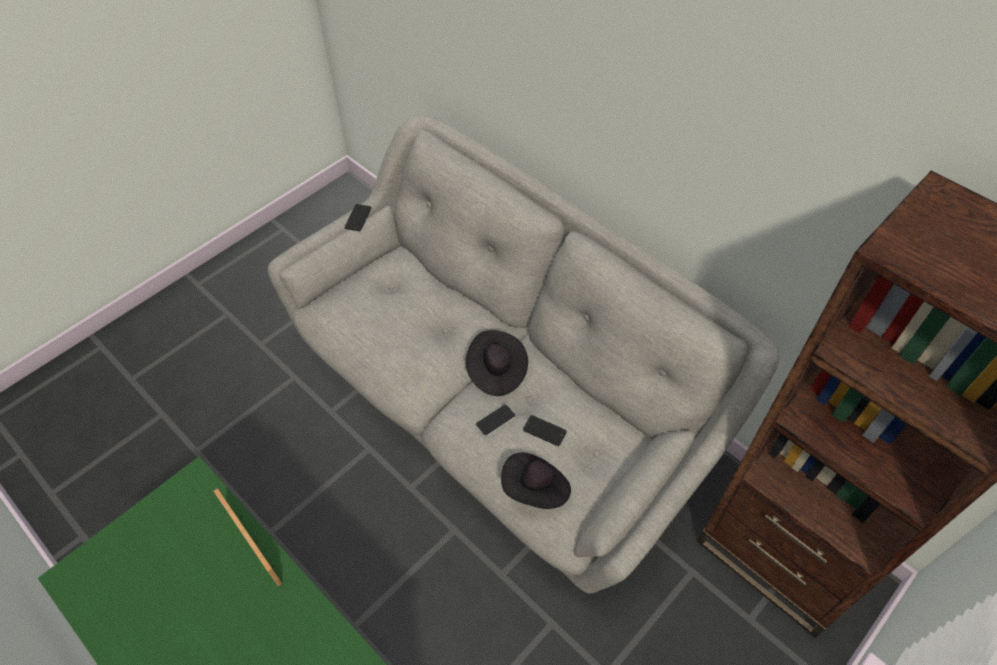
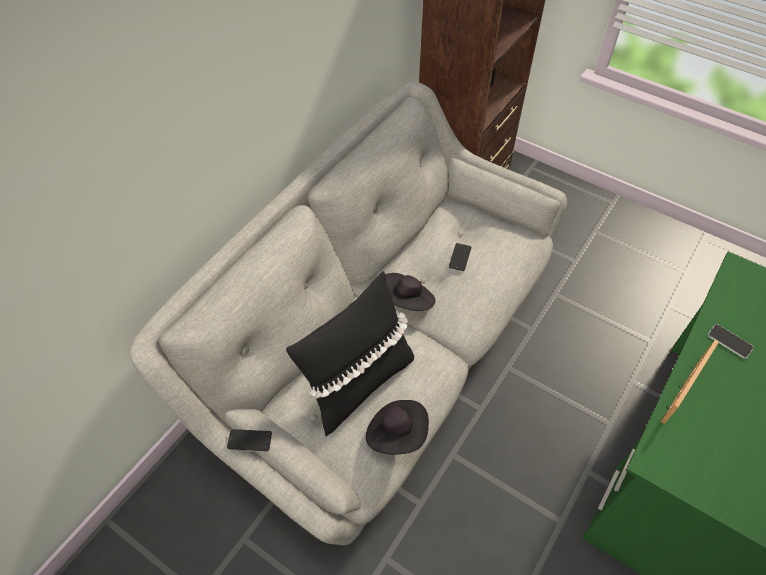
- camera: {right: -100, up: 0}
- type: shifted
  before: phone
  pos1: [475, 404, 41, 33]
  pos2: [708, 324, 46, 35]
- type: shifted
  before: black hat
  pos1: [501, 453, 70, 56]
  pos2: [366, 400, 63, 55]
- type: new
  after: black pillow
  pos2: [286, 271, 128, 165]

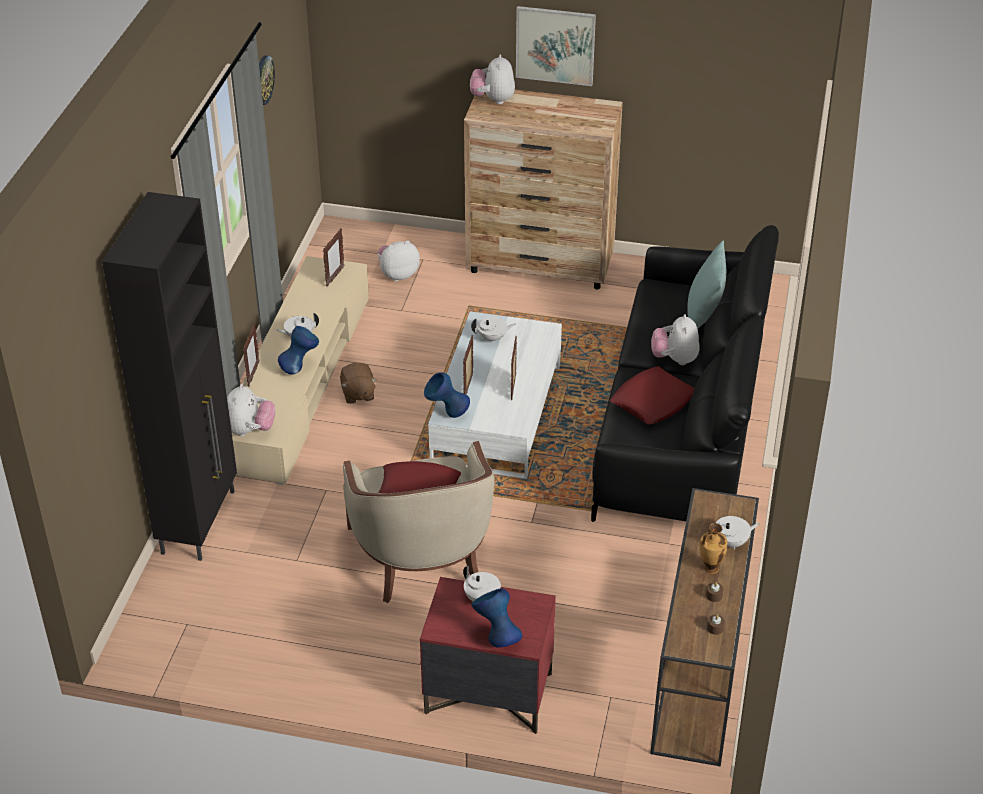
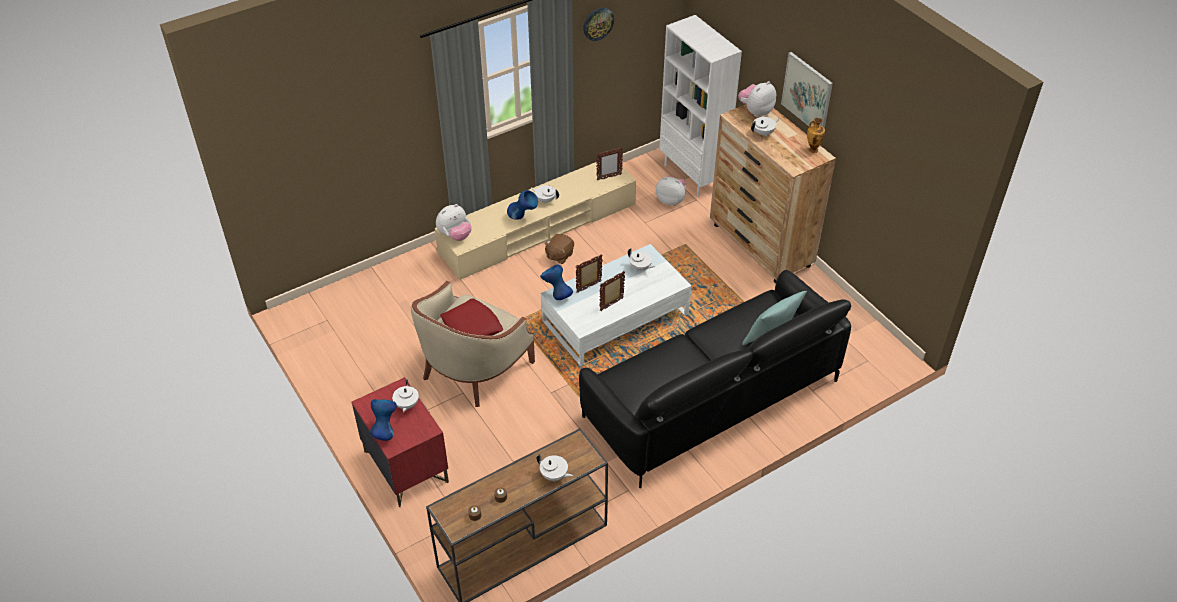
- camera: {right: 45, up: 5}
- type: gone
  before: black cabinet
  pos1: [102, 192, 135, 369]
- type: gone
  before: picture frame
  pos1: [243, 323, 17, 64]
- type: gone
  before: red pillow
  pos1: [610, 366, 84, 59]
- type: gone
  before: plush toy
  pos1: [651, 314, 48, 51]
- type: shifted
  before: vase
  pos1: [700, 523, 28, 51]
  pos2: [807, 118, 18, 35]
- type: new
  after: white bookcase
  pos2: [659, 15, 83, 182]
- type: new
  after: white teapot
  pos2: [751, 117, 29, 20]

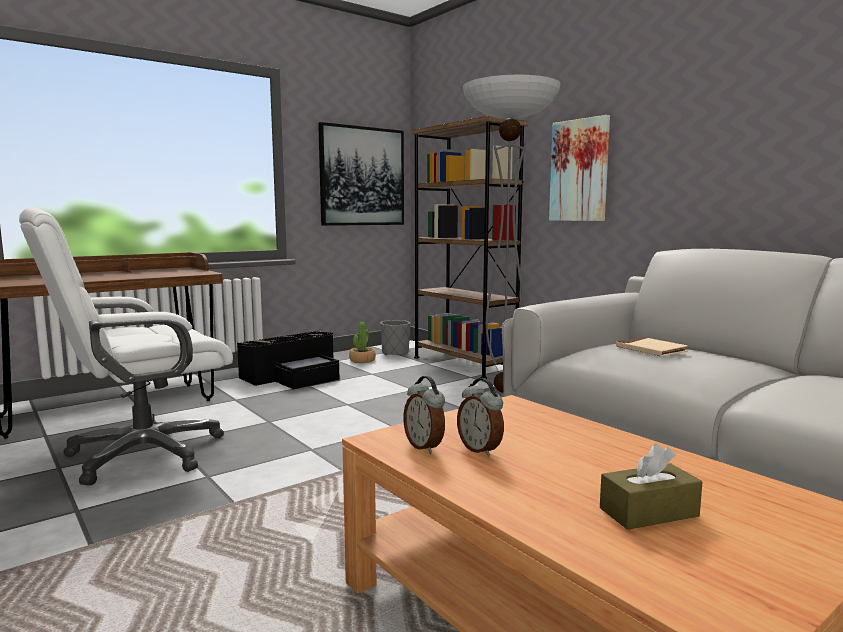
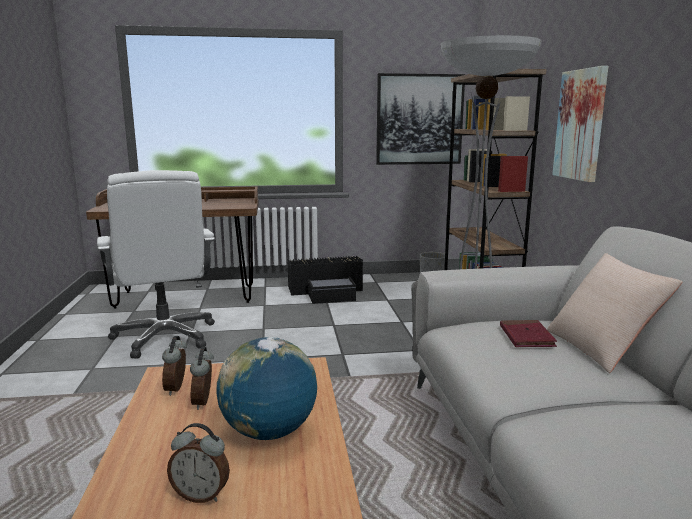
- camera: {right: 30, up: 5}
- type: rotated
  before: white office chair
  pos1: [19, 207, 214, 278]
  pos2: [97, 170, 118, 189]
  turn: -105
- type: gone
  before: potted plant
  pos1: [349, 322, 27, 41]
- type: swapped
  before: brown tissue box
  after: alarm clock
  pos1: [600, 444, 103, 86]
  pos2: [167, 423, 63, 80]
- type: repainted
  before: beige book
  after: red book
  pos1: [616, 337, 72, 19]
  pos2: [500, 320, 57, 27]
- type: new
  after: globe
  pos2: [216, 337, 101, 103]
- type: new
  after: beige pillow
  pos2: [547, 253, 136, 120]

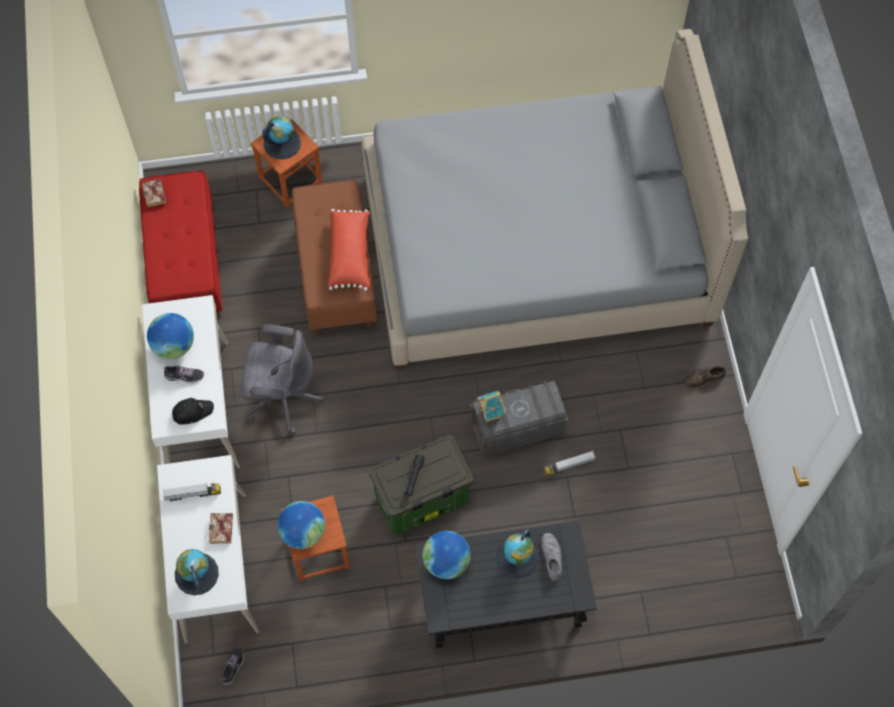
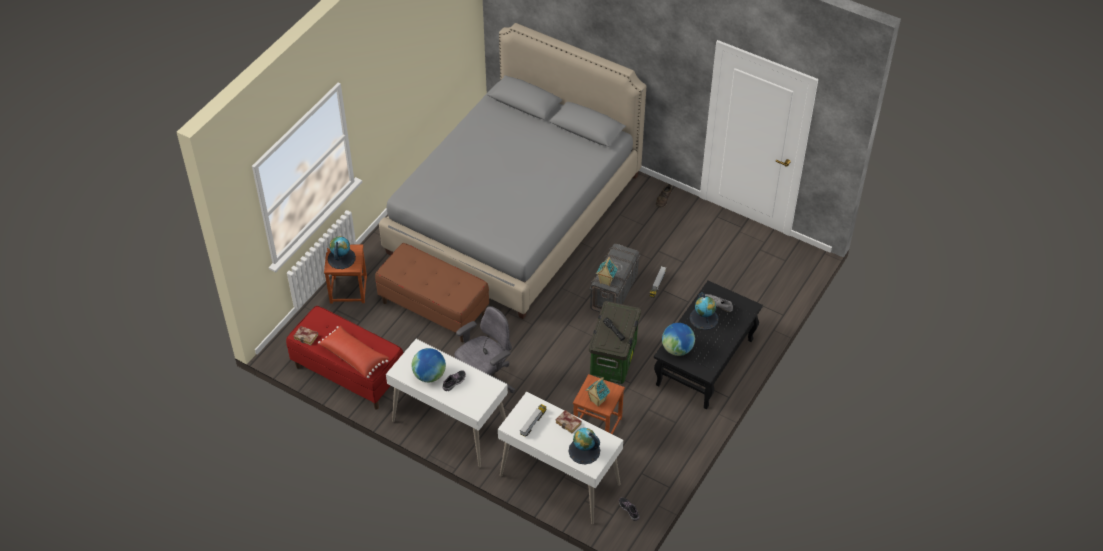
- camera: {right: -50, up: -15}
- type: gone
  before: black cap
  pos1: [172, 398, 42, 27]
- type: swapped
  before: globe
  after: toy house
  pos1: [277, 501, 48, 48]
  pos2: [586, 377, 25, 30]
- type: shifted
  before: red pillow
  pos1: [328, 209, 43, 82]
  pos2: [318, 326, 71, 52]

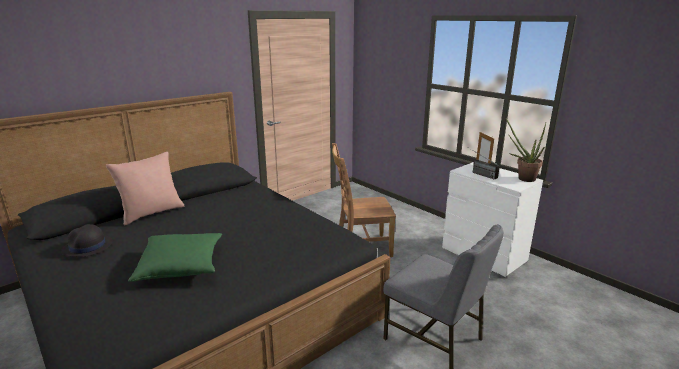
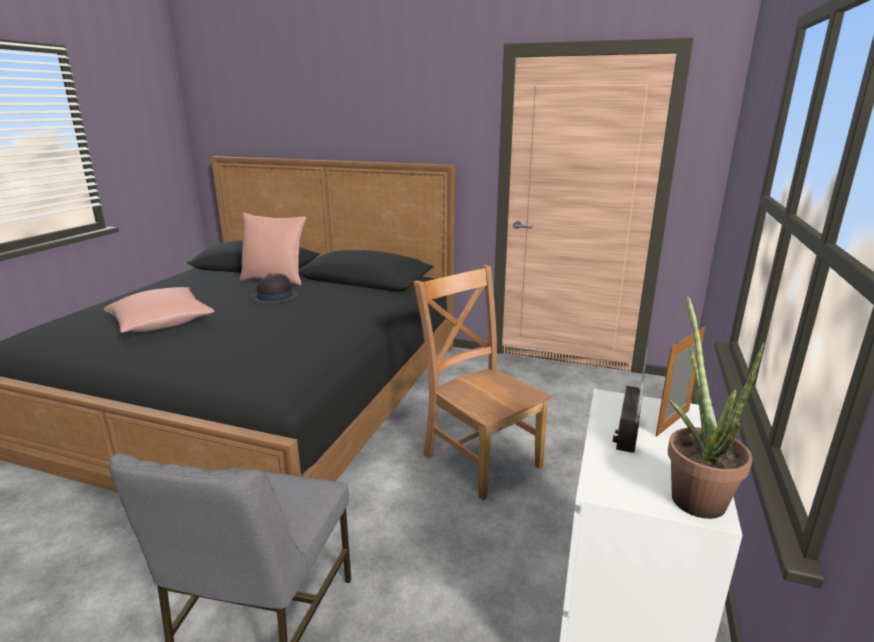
- camera: {right: 60, up: 0}
- type: shifted
  before: black hat
  pos1: [61, 224, 52, 33]
  pos2: [250, 274, 49, 30]
- type: repainted
  before: green pillow
  after: pink pillow
  pos1: [128, 233, 94, 49]
  pos2: [104, 287, 110, 46]

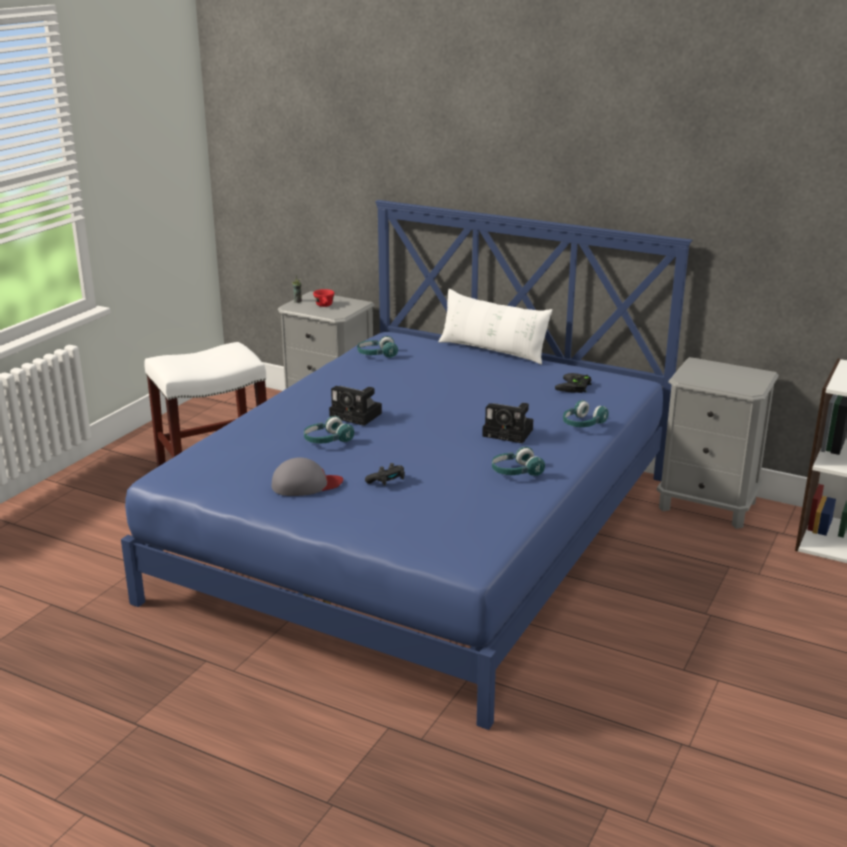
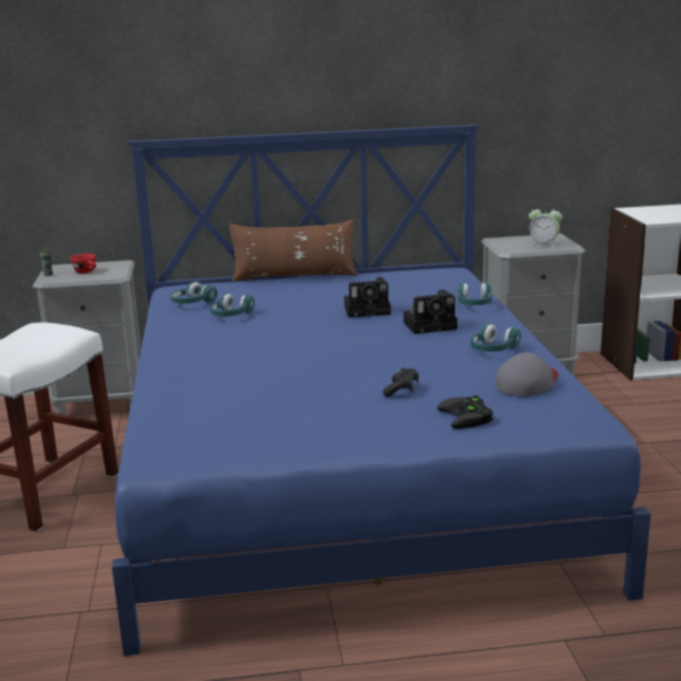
- camera: {right: -35, up: -5}
- type: shifted
  before: grey cap
  pos1: [272, 457, 71, 39]
  pos2: [496, 352, 62, 45]
- type: shifted
  before: turquoise headphones
  pos1: [304, 416, 50, 27]
  pos2: [210, 293, 45, 24]
- type: shifted
  before: photo camera
  pos1: [329, 386, 53, 40]
  pos2: [344, 277, 47, 41]
- type: repainted
  before: white pillow
  after: brown pillow
  pos1: [438, 288, 114, 77]
  pos2: [229, 219, 128, 63]
- type: shifted
  before: black game controller
  pos1: [555, 373, 36, 20]
  pos2: [437, 395, 56, 34]
- type: new
  after: alarm clock
  pos2: [529, 204, 33, 44]

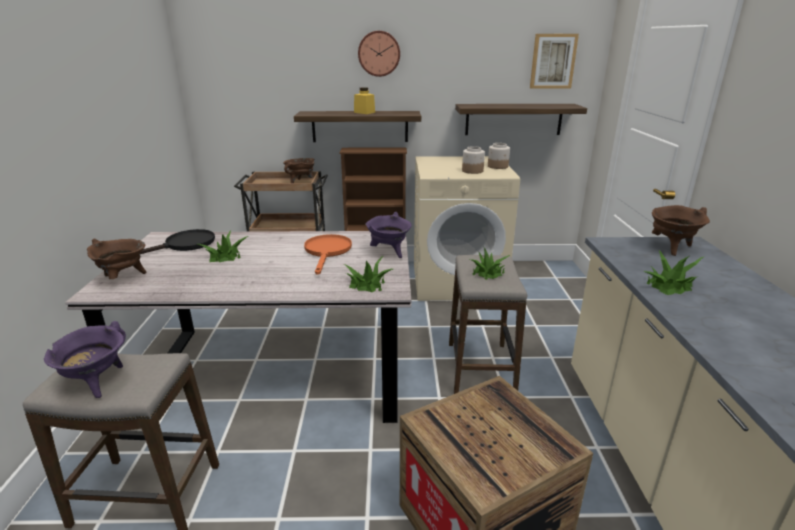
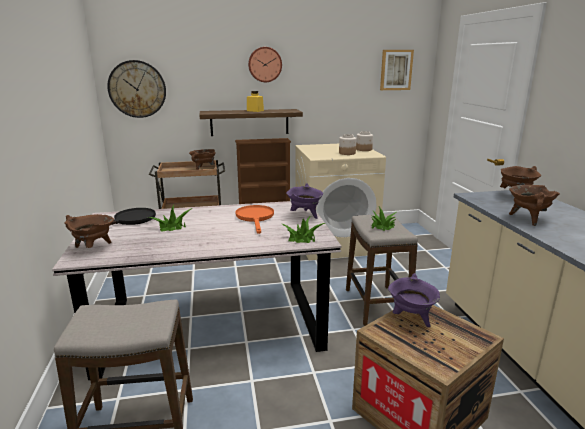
- camera: {right: -10, up: -5}
- type: shifted
  before: purple cooking pot
  pos1: [44, 321, 82, 77]
  pos2: [388, 273, 52, 54]
- type: gone
  before: shelf
  pos1: [455, 104, 132, 31]
- type: swapped
  before: potted plant
  after: brown cooking pot
  pos1: [644, 250, 59, 45]
  pos2: [509, 185, 51, 41]
- type: new
  after: wall clock
  pos2: [107, 60, 59, 58]

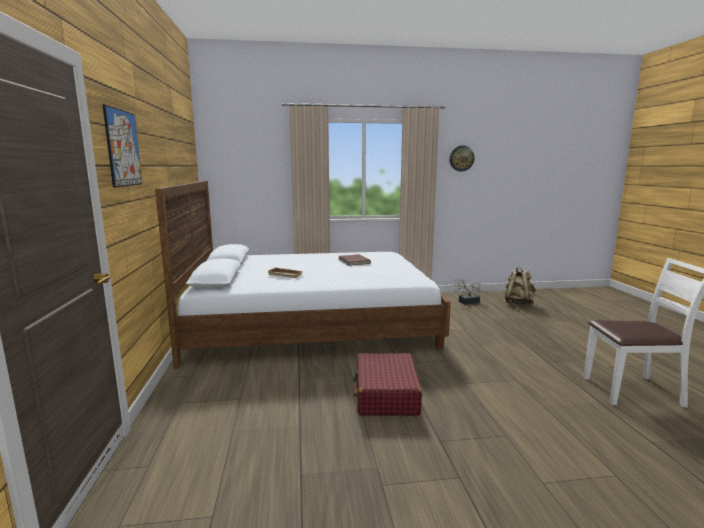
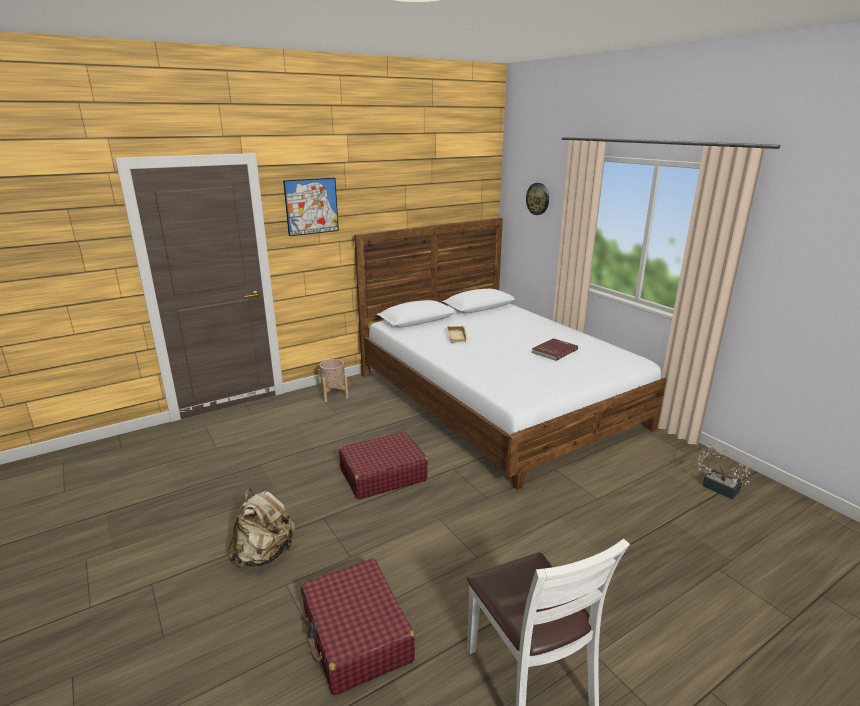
- camera: {right: 65, up: 10}
- type: shifted
  before: wall clock
  pos1: [449, 145, 25, 27]
  pos2: [526, 183, 23, 32]
- type: shifted
  before: beige backpack
  pos1: [505, 267, 31, 38]
  pos2: [228, 488, 67, 80]
- type: new
  after: red suitcase
  pos2: [301, 559, 114, 137]
- type: new
  after: beige planter
  pos2: [318, 359, 30, 43]

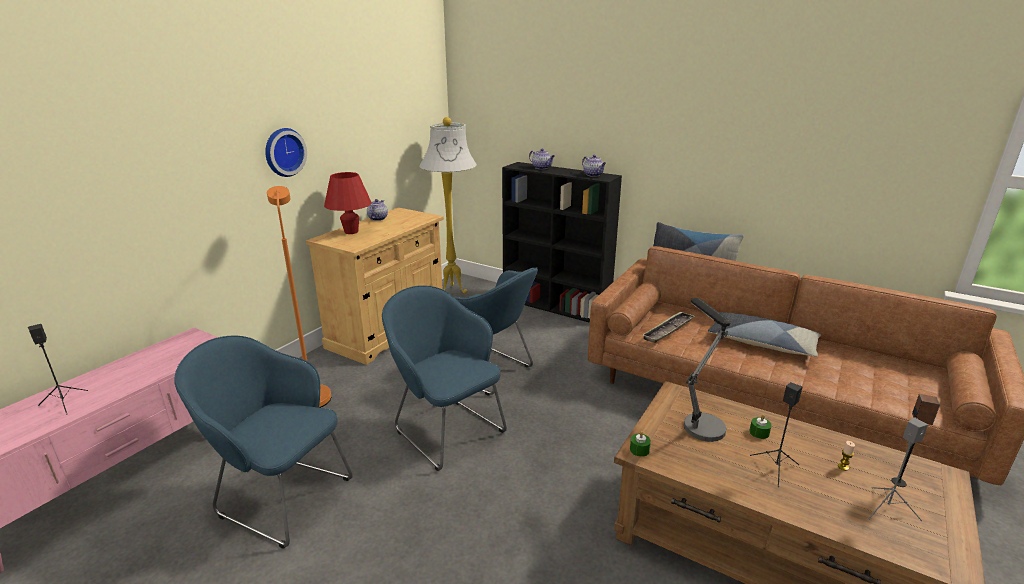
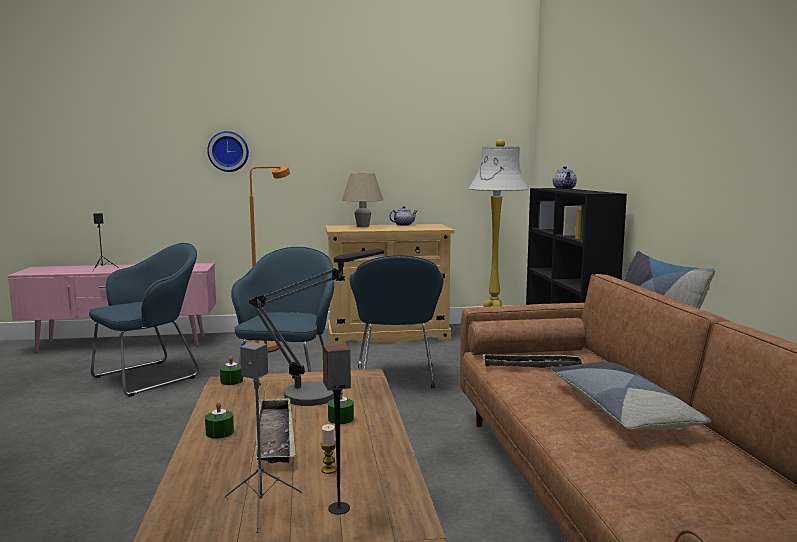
- camera: {right: 50, up: -15}
- type: rotated
  before: blue armchair
  pos1: [174, 336, 179, 213]
  pos2: [89, 243, 110, 154]
  turn: 60
- type: shifted
  before: wall clock
  pos1: [265, 128, 42, 49]
  pos2: [207, 131, 42, 41]
- type: repainted
  before: red table lamp
  after: beige table lamp
  pos1: [324, 172, 48, 62]
  pos2: [342, 173, 41, 54]
- type: gone
  before: teapot
  pos1: [582, 155, 24, 22]
- type: swapped
  before: black speaker
  after: tray
  pos1: [750, 382, 53, 105]
  pos2: [255, 397, 41, 66]
- type: new
  after: green candle
  pos2: [205, 402, 29, 37]

